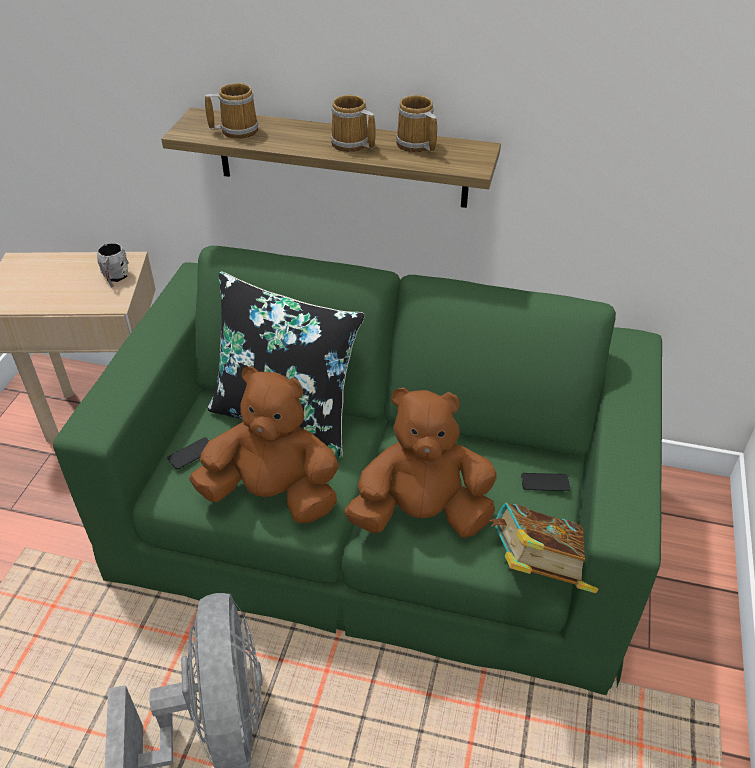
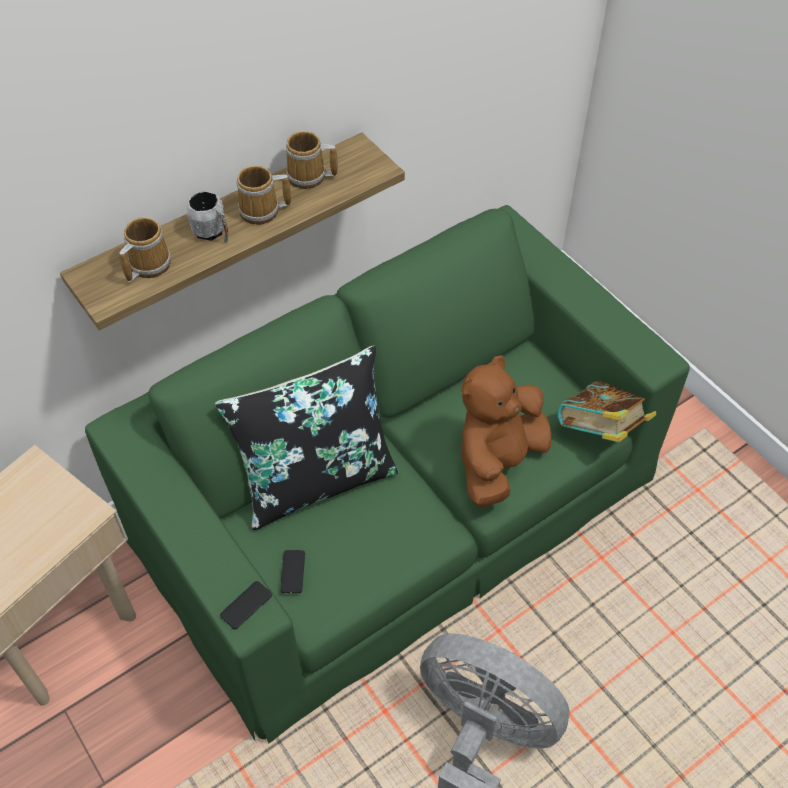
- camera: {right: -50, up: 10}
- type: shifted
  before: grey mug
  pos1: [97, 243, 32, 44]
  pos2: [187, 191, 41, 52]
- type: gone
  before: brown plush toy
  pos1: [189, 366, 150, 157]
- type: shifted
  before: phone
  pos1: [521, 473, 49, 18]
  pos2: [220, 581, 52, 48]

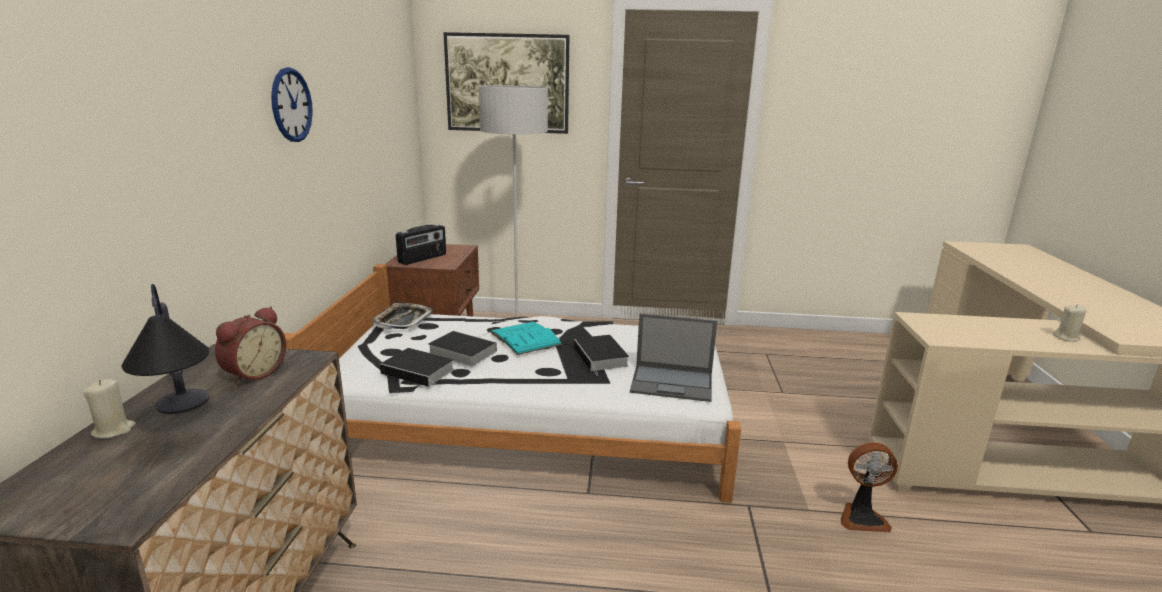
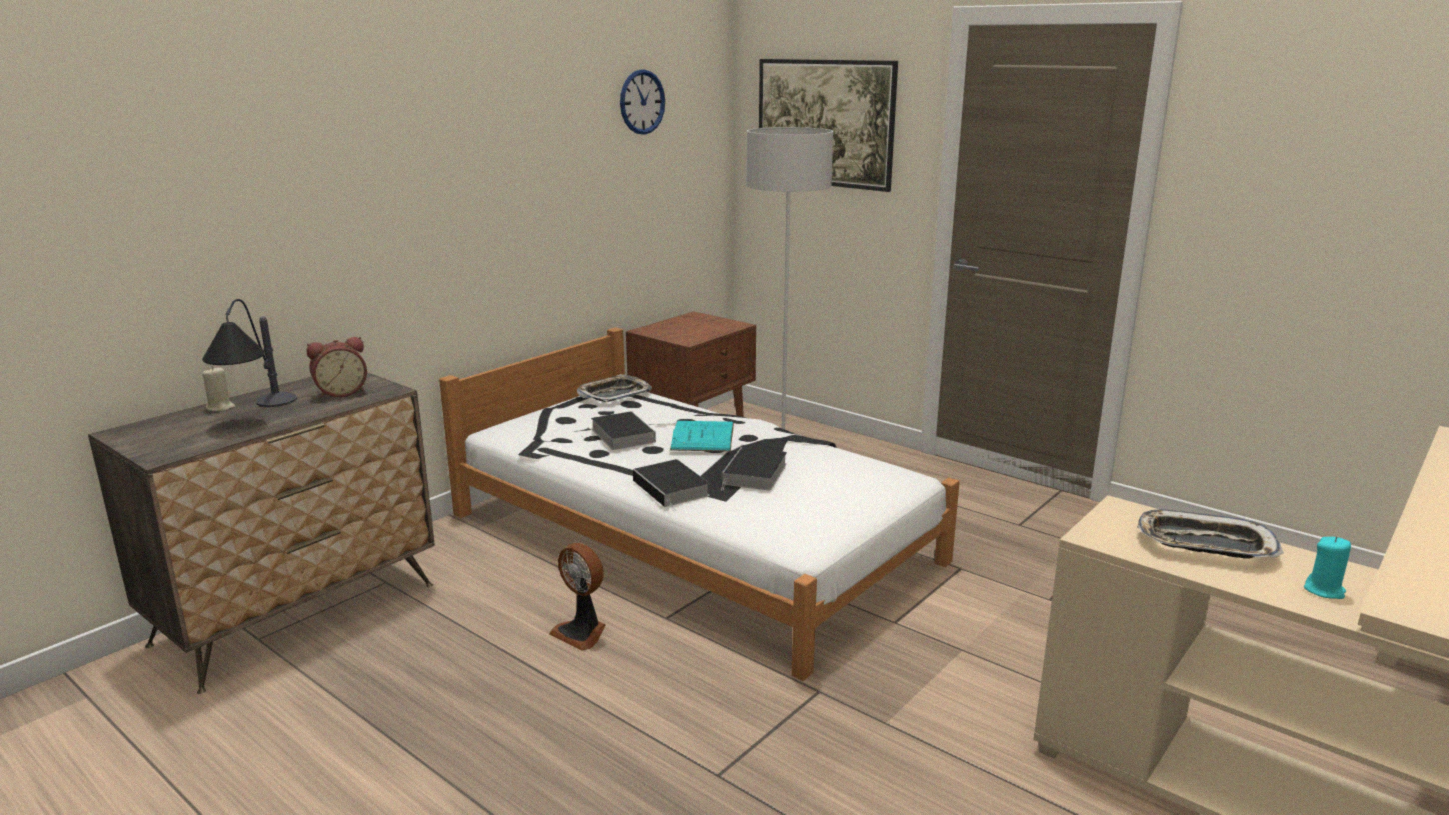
- camera: {right: 35, up: 0}
- type: shifted
  before: wall clock
  pos1: [271, 67, 42, 75]
  pos2: [620, 69, 45, 66]
- type: shifted
  before: book
  pos1: [380, 348, 74, 40]
  pos2: [633, 459, 77, 52]
- type: gone
  before: radio
  pos1: [396, 224, 50, 41]
- type: gone
  before: laptop
  pos1: [630, 313, 87, 89]
- type: shifted
  before: fan
  pos1: [841, 442, 57, 90]
  pos2: [549, 543, 57, 108]
- type: repainted
  before: beige candle
  after: turquoise candle
  pos1: [1053, 304, 33, 38]
  pos2: [1304, 537, 47, 62]
- type: new
  after: tray
  pos2: [1137, 509, 147, 50]

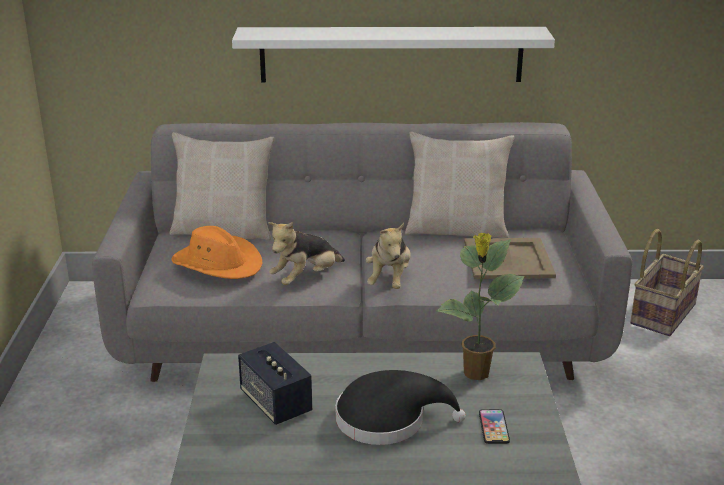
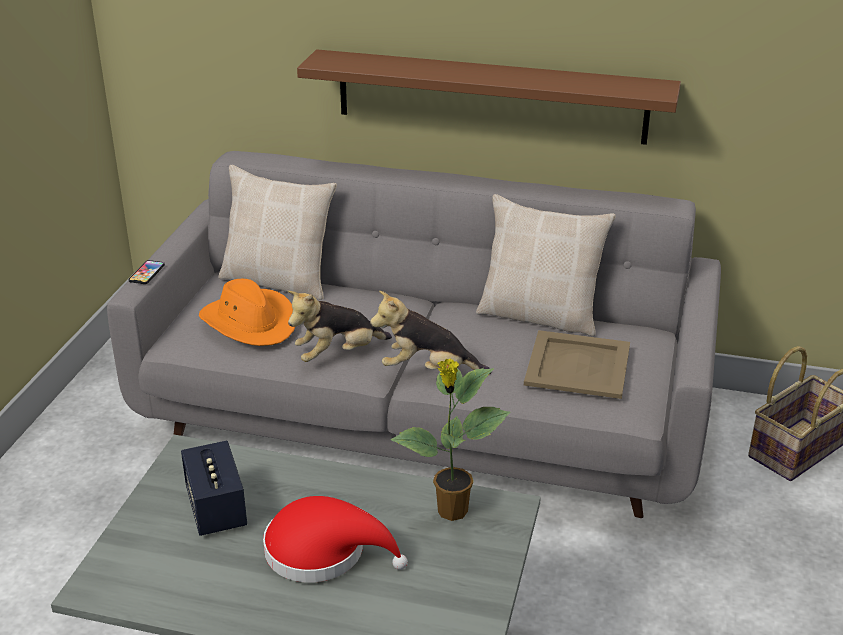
- camera: {right: 15, up: 5}
- type: repainted
  before: white shelf
  after: brown shelf
  pos1: [232, 27, 323, 55]
  pos2: [297, 49, 384, 96]
- type: repainted
  before: black hat
  after: red hat
  pos1: [336, 370, 130, 75]
  pos2: [263, 496, 145, 87]
- type: rotated
  before: plush toy
  pos1: [366, 223, 45, 66]
  pos2: [370, 290, 122, 84]
  turn: 75
- type: shifted
  before: phone
  pos1: [479, 409, 31, 35]
  pos2: [129, 260, 36, 24]

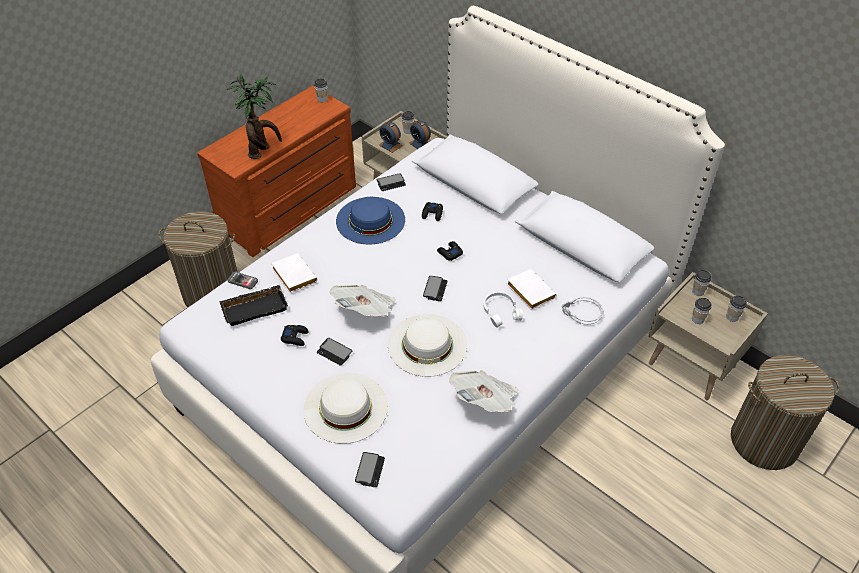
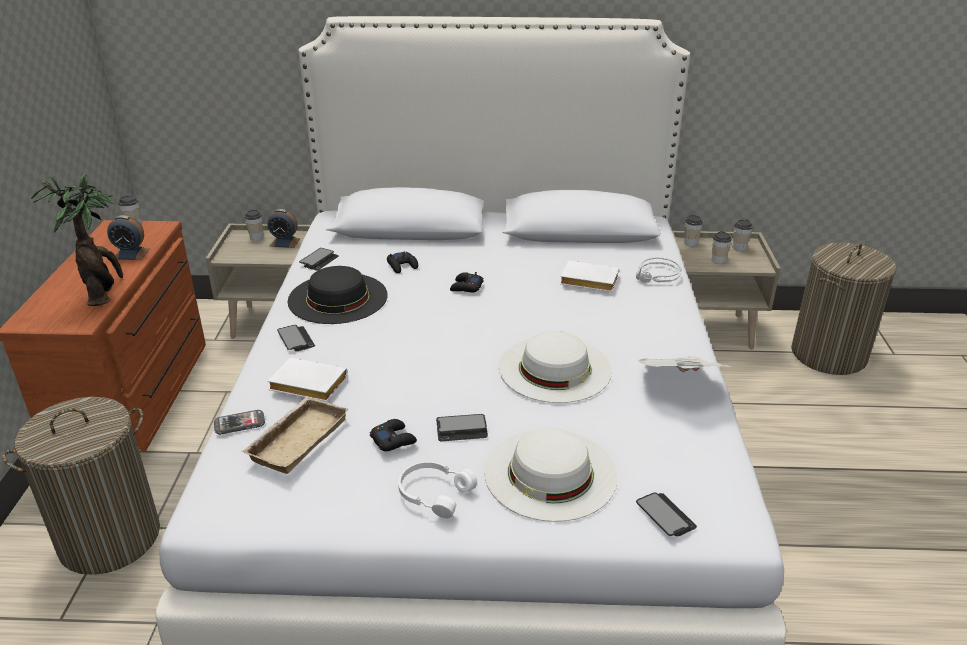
- camera: {right: -40, up: -15}
- type: repainted
  before: black tray
  after: beige tray
  pos1: [219, 285, 69, 41]
  pos2: [241, 396, 108, 78]
- type: gone
  before: newspaper
  pos1: [330, 285, 66, 32]
- type: repainted
  before: blue hat
  after: black hat
  pos1: [336, 197, 69, 48]
  pos2: [288, 266, 100, 58]
- type: shifted
  before: alarm clock
  pos1: [379, 121, 24, 32]
  pos2: [107, 215, 43, 45]
- type: shifted
  before: phone
  pos1: [423, 276, 24, 25]
  pos2: [277, 325, 38, 26]
- type: shifted
  before: white headphones
  pos1: [483, 292, 40, 36]
  pos2: [398, 462, 79, 56]

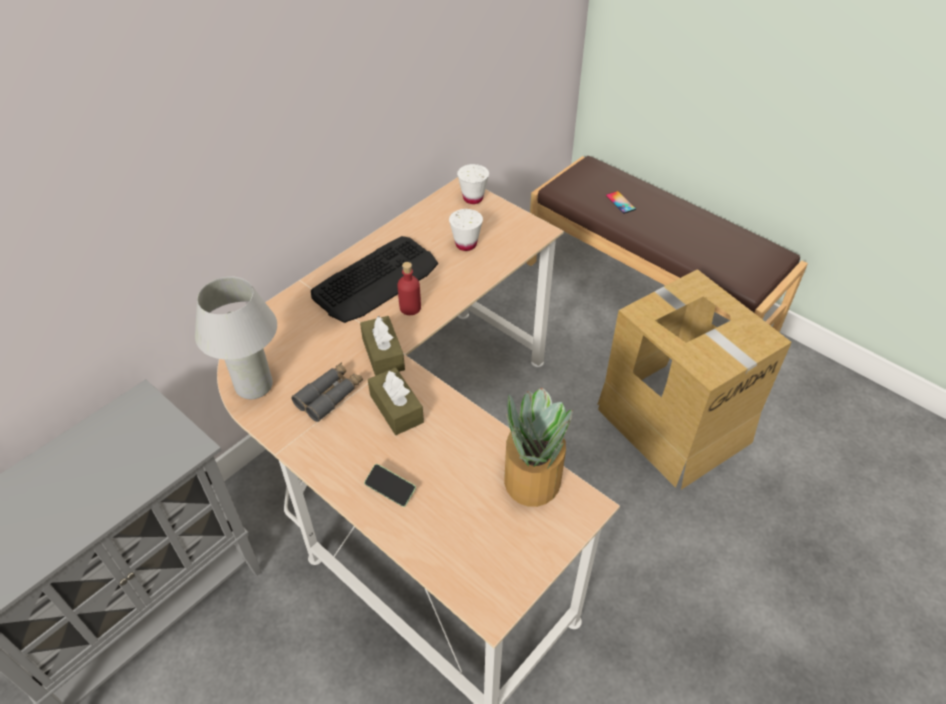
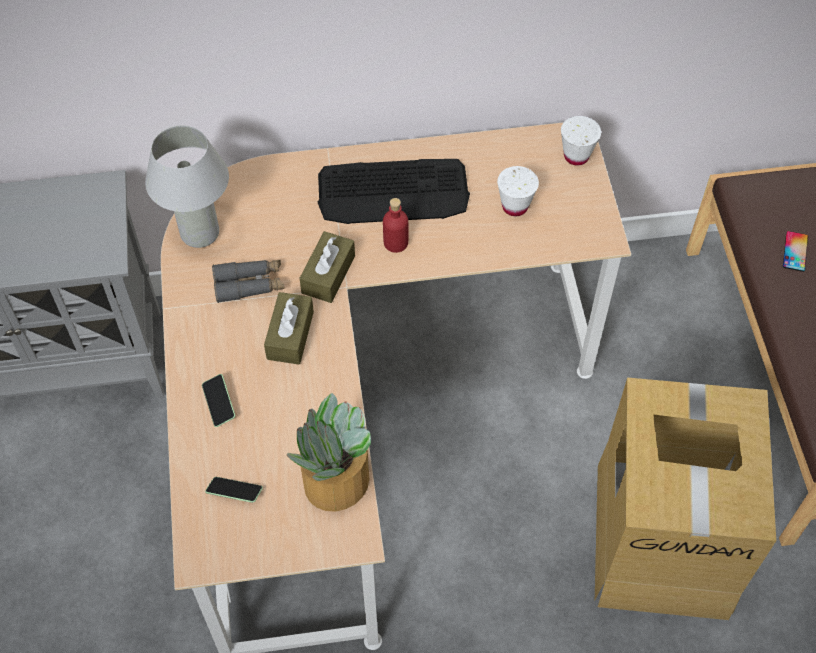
- camera: {right: 40, up: 10}
- type: new
  after: phone
  pos2: [205, 477, 58, 26]

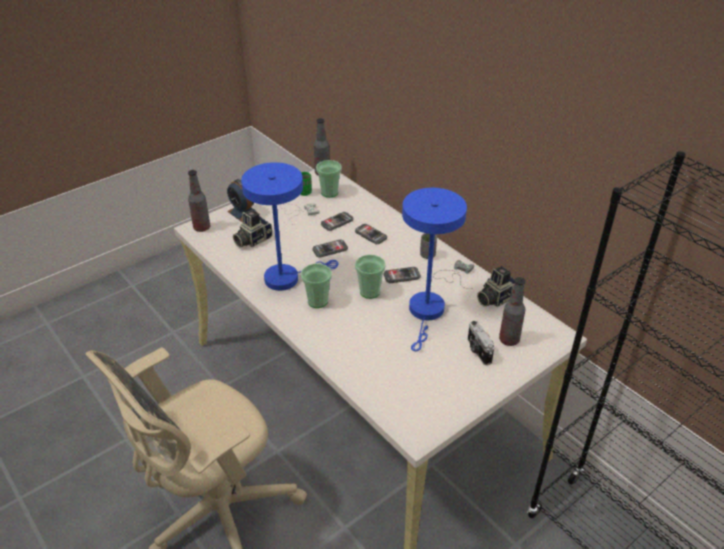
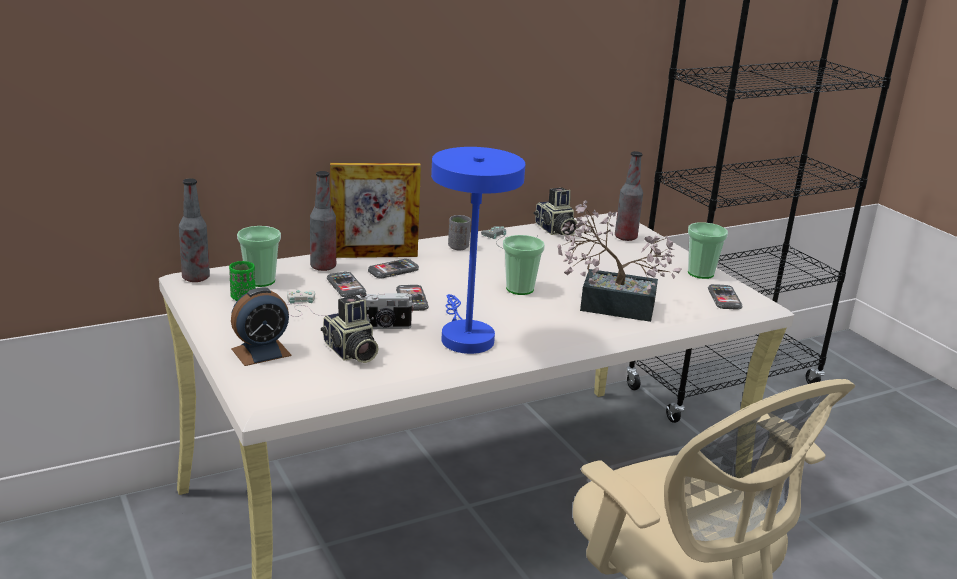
- camera: {right: -80, up: -15}
- type: shifted
  before: bottle
  pos1: [188, 170, 22, 62]
  pos2: [310, 171, 26, 100]
- type: shifted
  before: cup
  pos1: [301, 264, 31, 44]
  pos2: [688, 222, 40, 57]
- type: shifted
  before: phone
  pos1: [383, 267, 38, 16]
  pos2: [708, 284, 35, 26]
- type: gone
  before: blue table lamp
  pos1: [402, 188, 65, 163]
- type: shifted
  before: photo camera
  pos1: [468, 321, 26, 44]
  pos2: [356, 292, 58, 37]
- type: new
  after: picture frame
  pos2: [330, 163, 91, 95]
- type: new
  after: potted plant
  pos2: [558, 200, 124, 122]

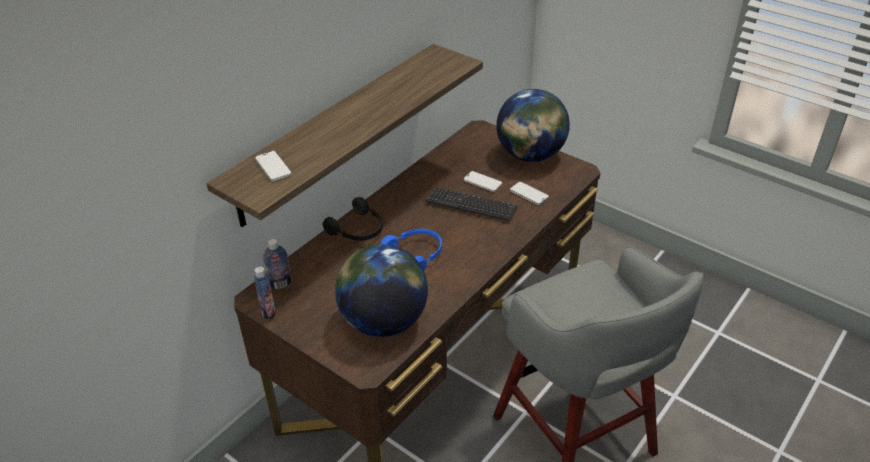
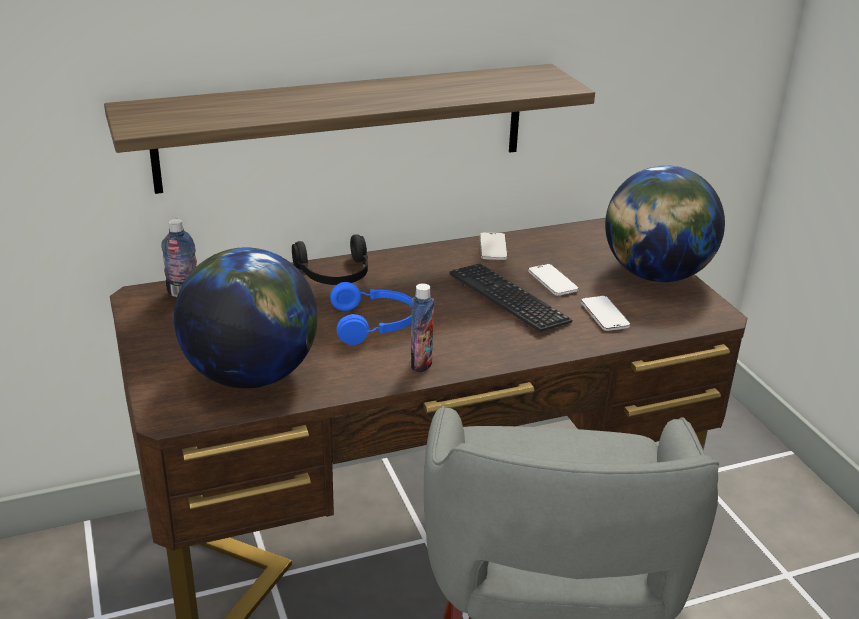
- camera: {right: 30, up: -10}
- type: shifted
  before: bottle
  pos1: [254, 266, 22, 54]
  pos2: [410, 283, 24, 90]
- type: shifted
  before: phone
  pos1: [255, 151, 37, 30]
  pos2: [480, 233, 28, 27]

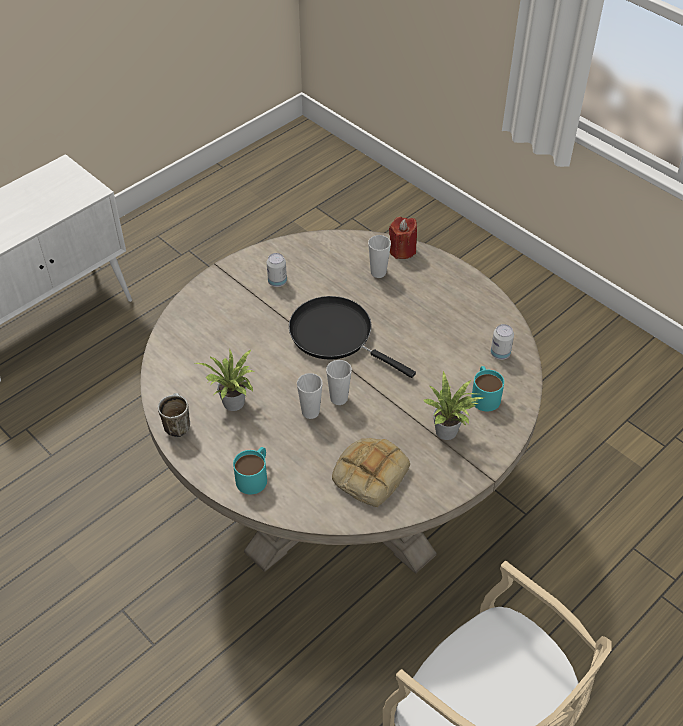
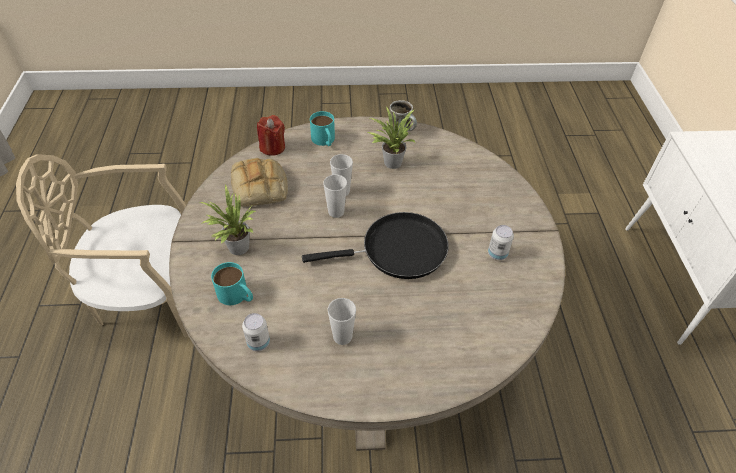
- camera: {right: 130, up: 0}
- type: shifted
  before: cup
  pos1: [368, 235, 23, 43]
  pos2: [328, 298, 28, 47]
- type: shifted
  before: red candle
  pos1: [389, 217, 28, 42]
  pos2: [257, 115, 28, 40]

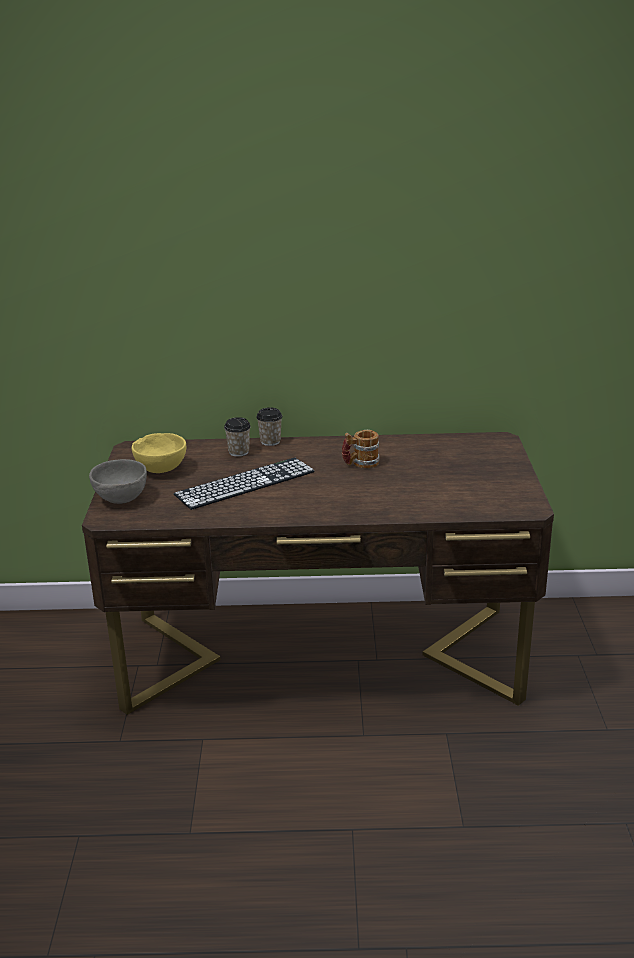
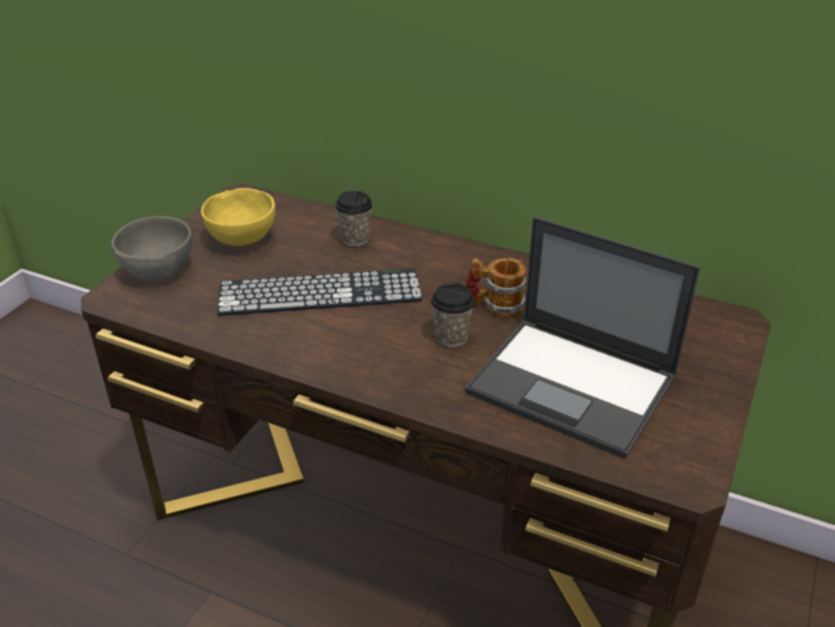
- camera: {right: 25, up: 10}
- type: shifted
  before: cup
  pos1: [256, 408, 26, 38]
  pos2: [431, 283, 44, 64]
- type: new
  after: laptop
  pos2: [465, 217, 235, 242]

